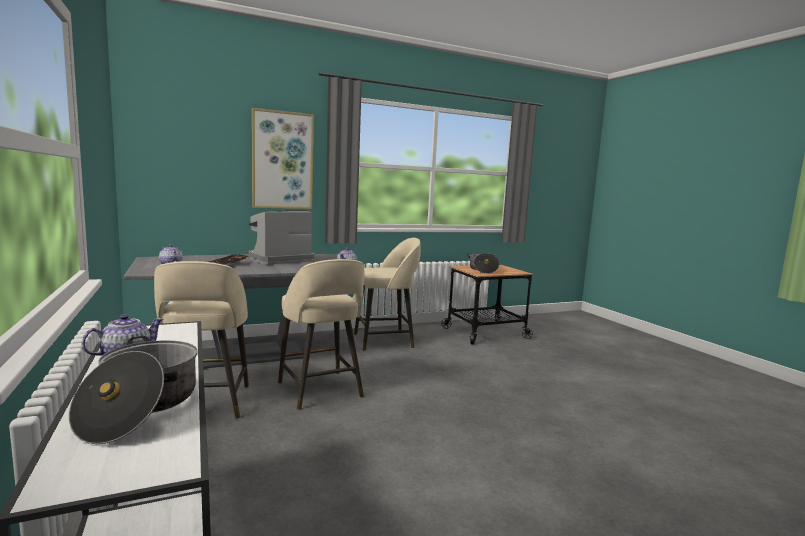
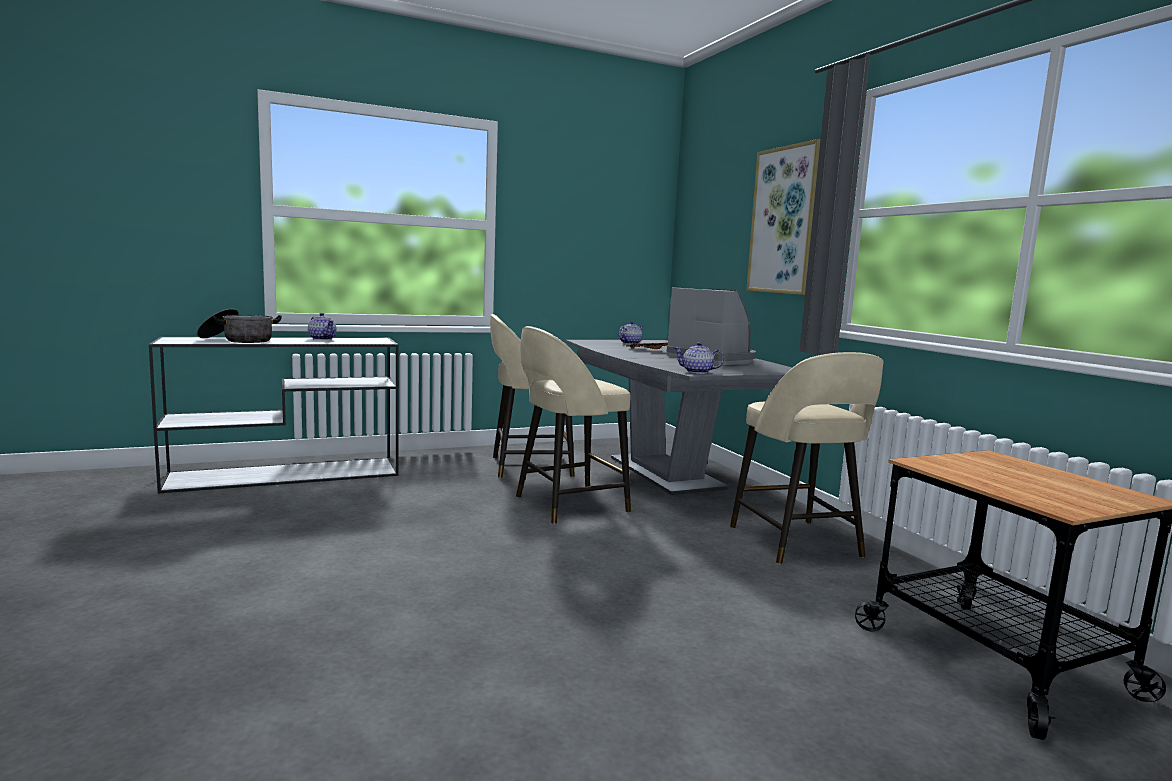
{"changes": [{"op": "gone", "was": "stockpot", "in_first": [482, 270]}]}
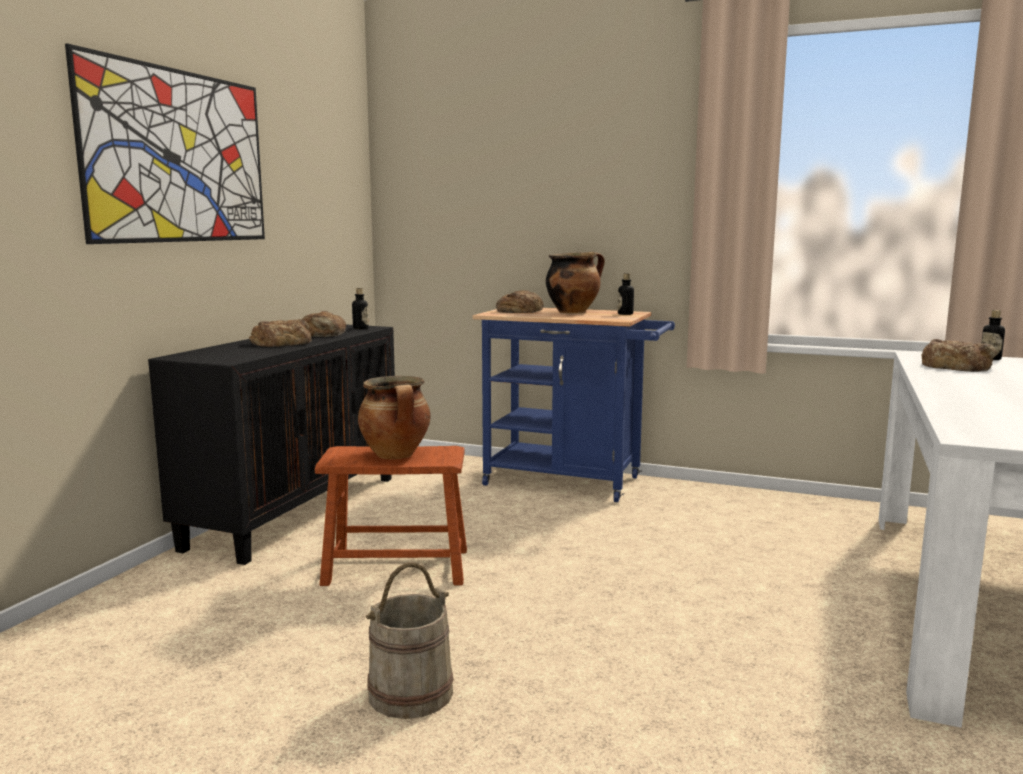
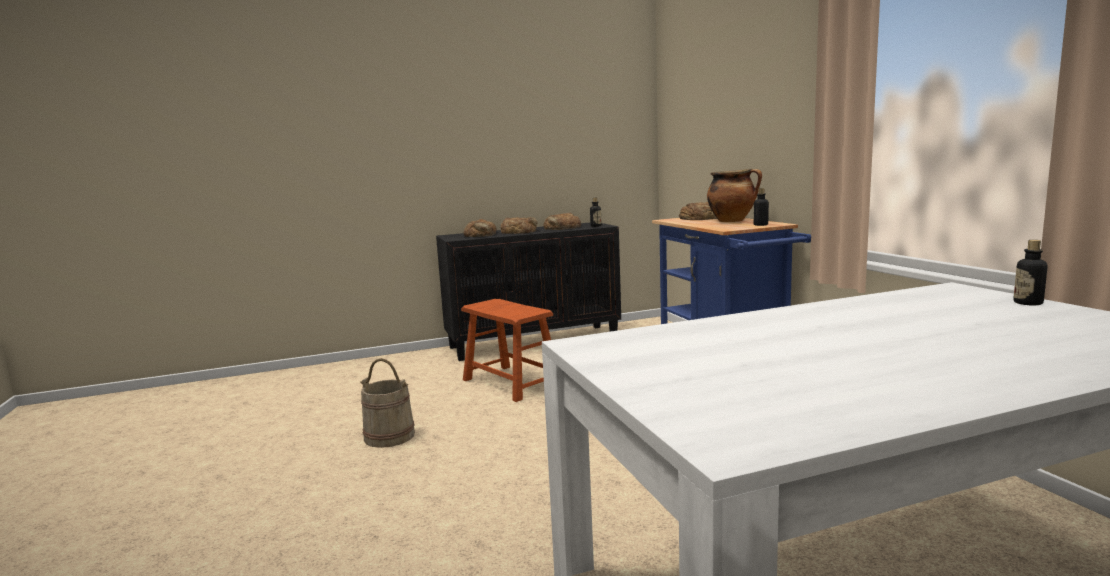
{"changes": [{"op": "gone", "was": "picture", "in_first": [179, 156]}, {"op": "shifted", "was": "bakery bread", "in_first": [956, 366], "in_second": [481, 234]}, {"op": "gone", "was": "stockpot", "in_first": [396, 455]}]}
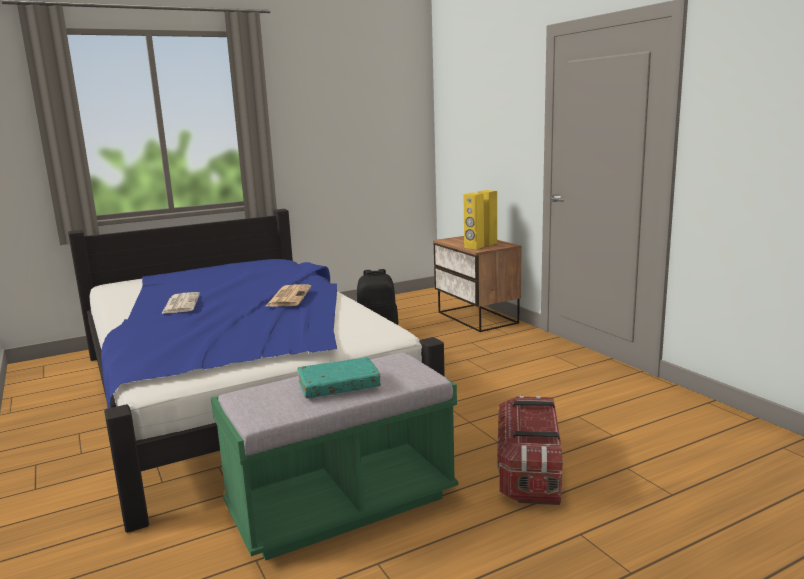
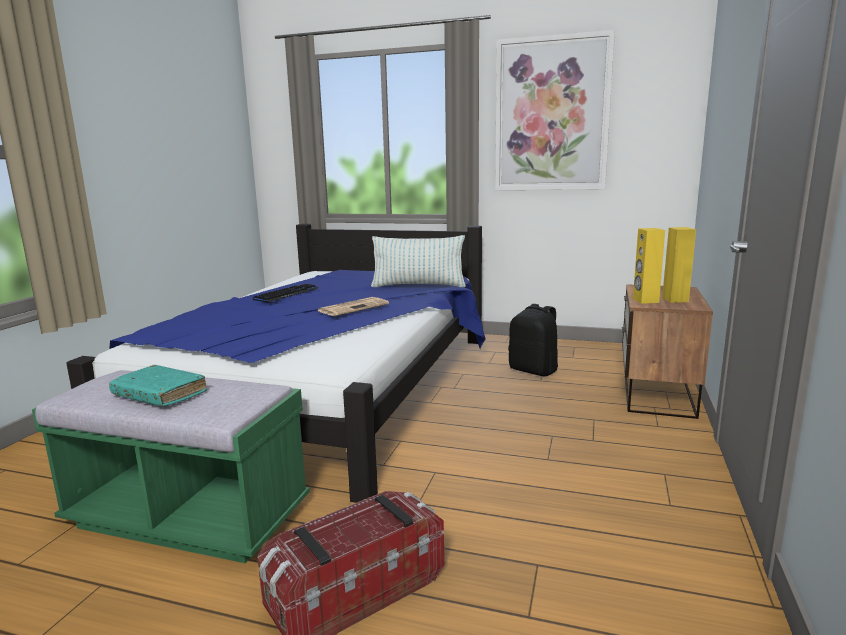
{"changes": [{"op": "swapped", "was": "newspaper", "now": "keyboard", "in_first": [181, 304], "in_second": [287, 294]}, {"op": "new", "now": "picture", "in_second": [551, 115]}, {"op": "new", "now": "cushion", "in_second": [418, 286]}]}
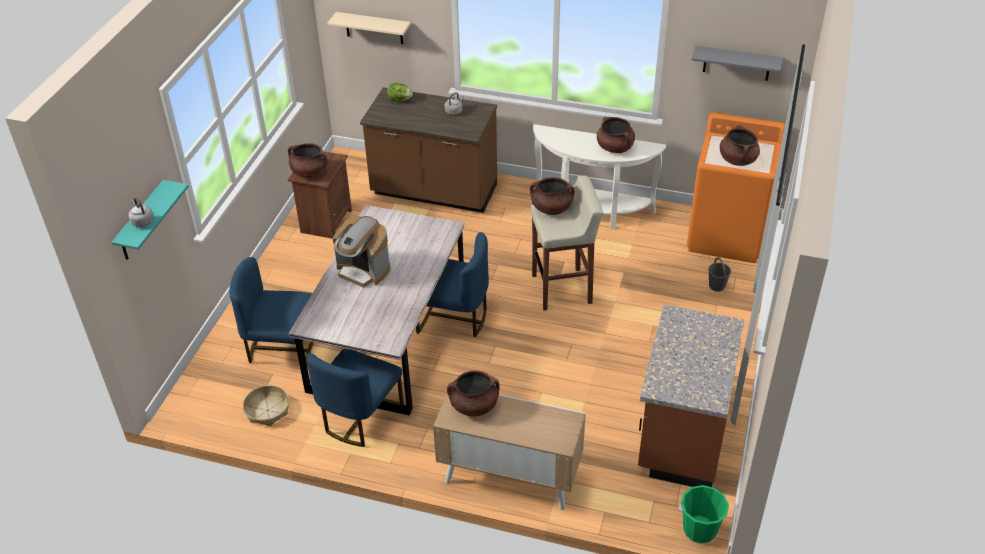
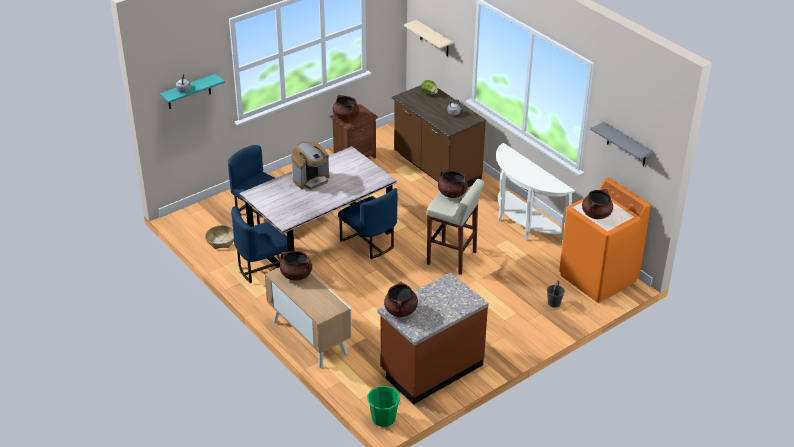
{"changes": [{"op": "shifted", "was": "stockpot/brownish", "in_first": [615, 147], "in_second": [401, 311]}, {"op": "rotated", "was": "coffee maker", "in_first": [363, 271], "in_second": [311, 180], "clockwise": -105}]}
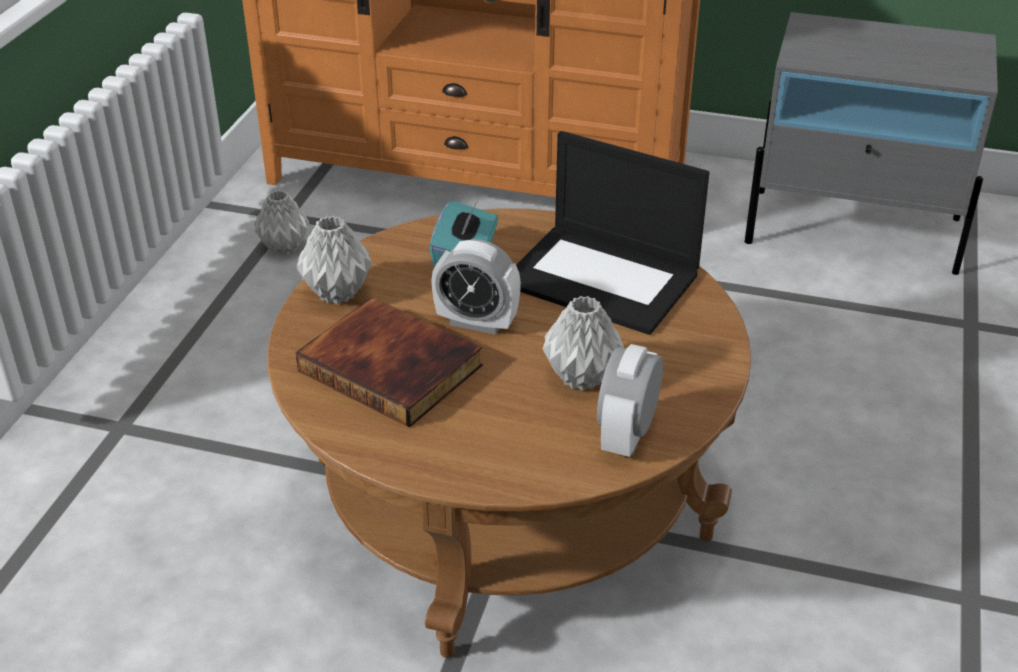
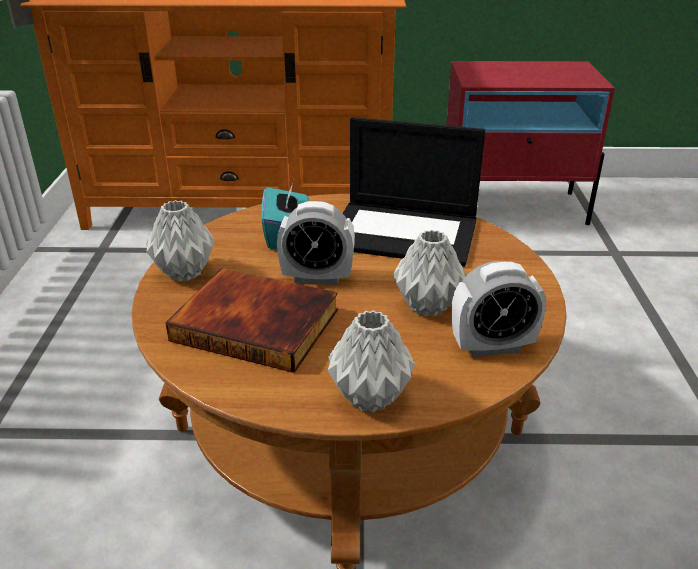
{"changes": [{"op": "repainted", "was": "nightstand/gray", "now": "nightstand/red-coloured", "in_first": [854, 231], "in_second": [511, 208]}, {"op": "shifted", "was": "decorative vase/gray", "in_first": [283, 247], "in_second": [368, 397]}, {"op": "rotated", "was": "bedside clock", "in_first": [627, 436], "in_second": [492, 347], "clockwise": -105}]}
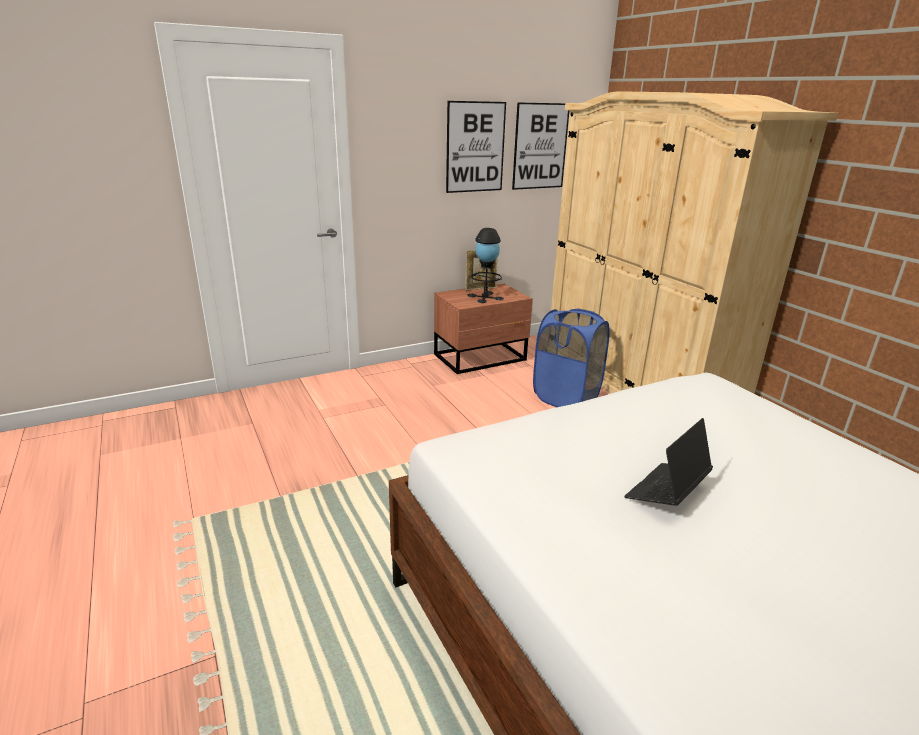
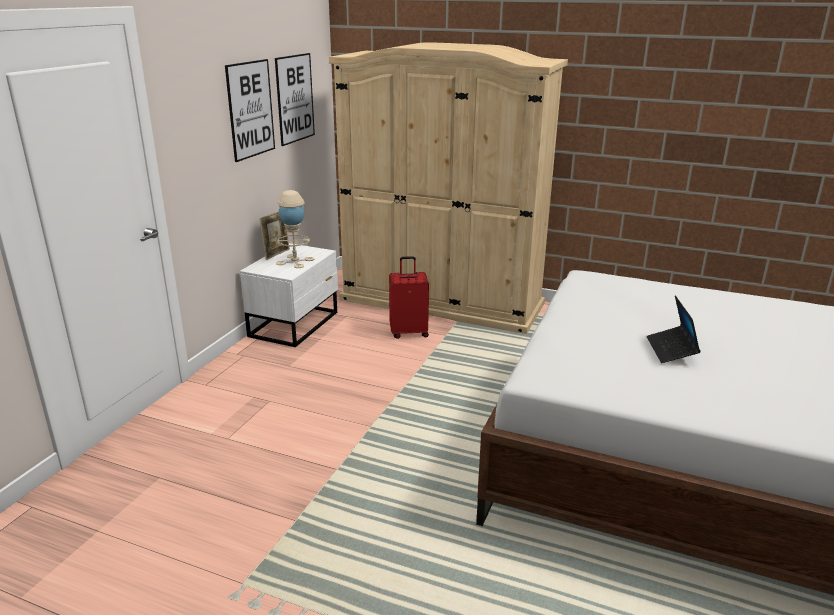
{"changes": [{"op": "repainted", "was": "tabletop lamp/blackish", "now": "tabletop lamp/beige", "in_first": [485, 297], "in_second": [295, 261]}, {"op": "repainted", "was": "nightstand/brownish", "now": "nightstand/white", "in_first": [482, 358], "in_second": [296, 324]}, {"op": "swapped", "was": "washing basket/bluish", "now": "suitcase/red-coloured", "in_first": [566, 397], "in_second": [409, 332]}]}
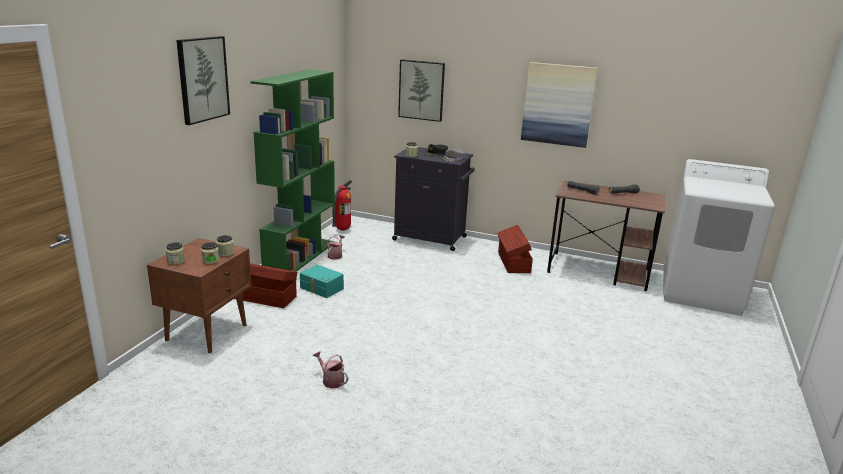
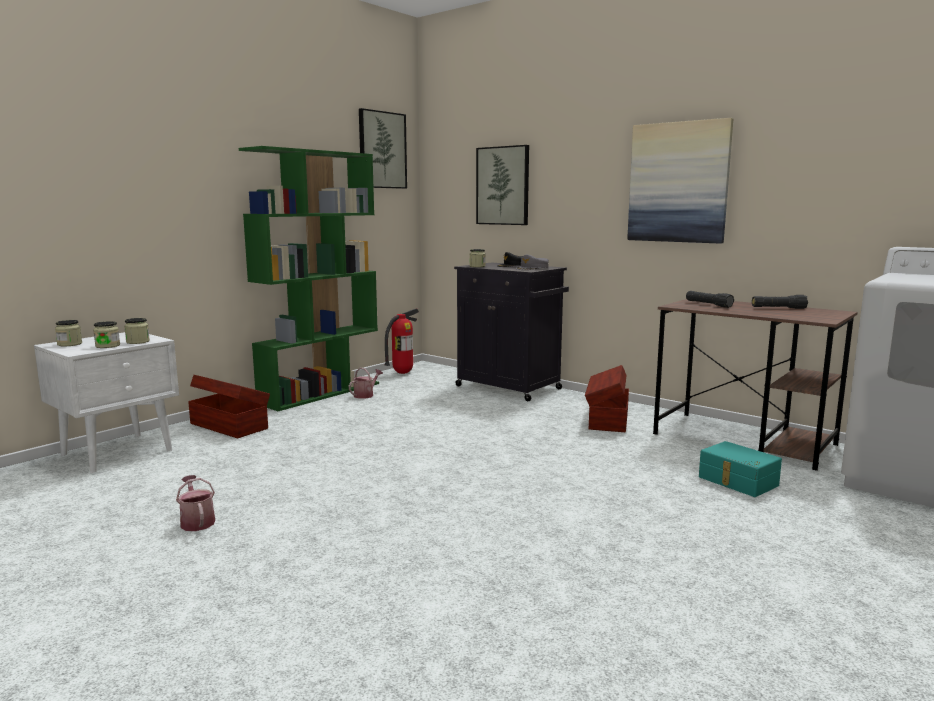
{"changes": [{"op": "shifted", "was": "picture", "in_first": [202, 79], "in_second": [382, 150]}, {"op": "repainted", "was": "nightstand/brownish", "now": "nightstand/white", "in_first": [208, 332], "in_second": [119, 452]}, {"op": "shifted", "was": "storage box/turquoise", "in_first": [321, 288], "in_second": [737, 481]}]}
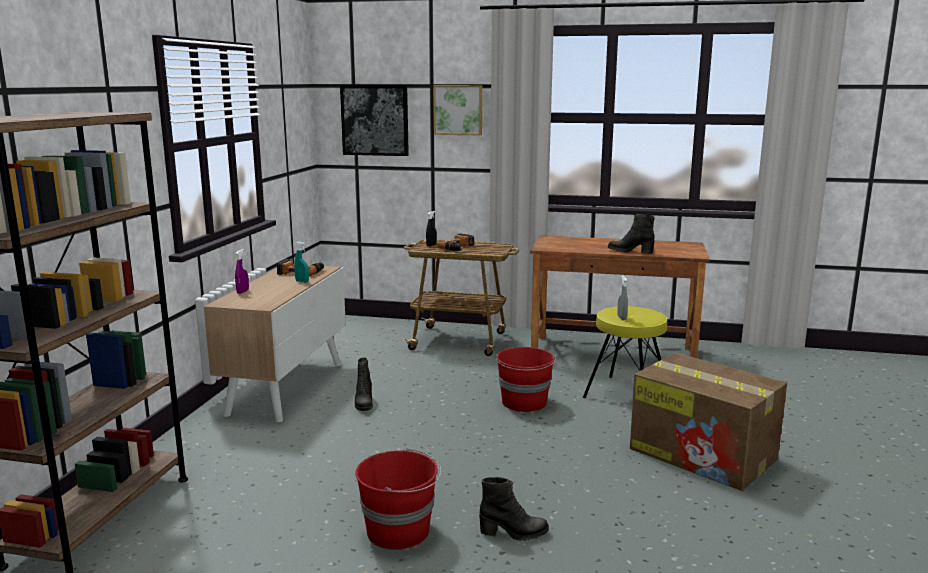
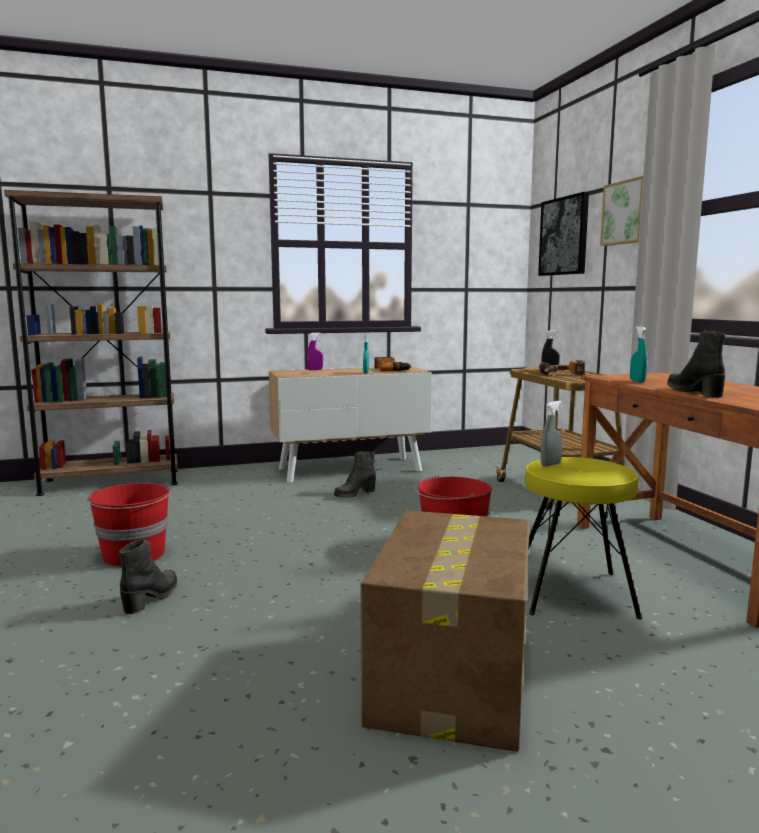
{"changes": [{"op": "rotated", "was": "high-top boot/blackish", "in_first": [513, 533], "in_second": [152, 598], "clockwise": -135}, {"op": "new", "now": "sprayer/turquoise", "in_second": [637, 381]}]}
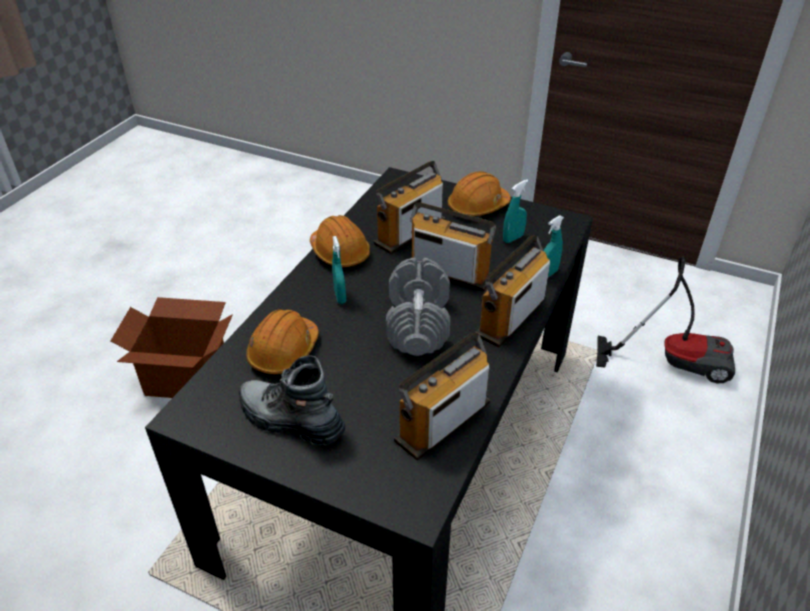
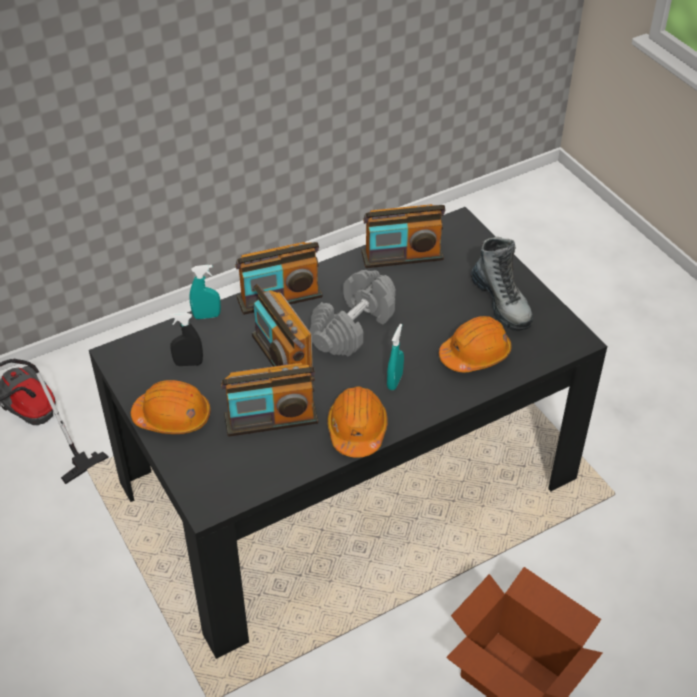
{"changes": [{"op": "repainted", "was": "sprayer/turquoise", "now": "sprayer/blackish", "in_first": [513, 238], "in_second": [188, 363]}]}
